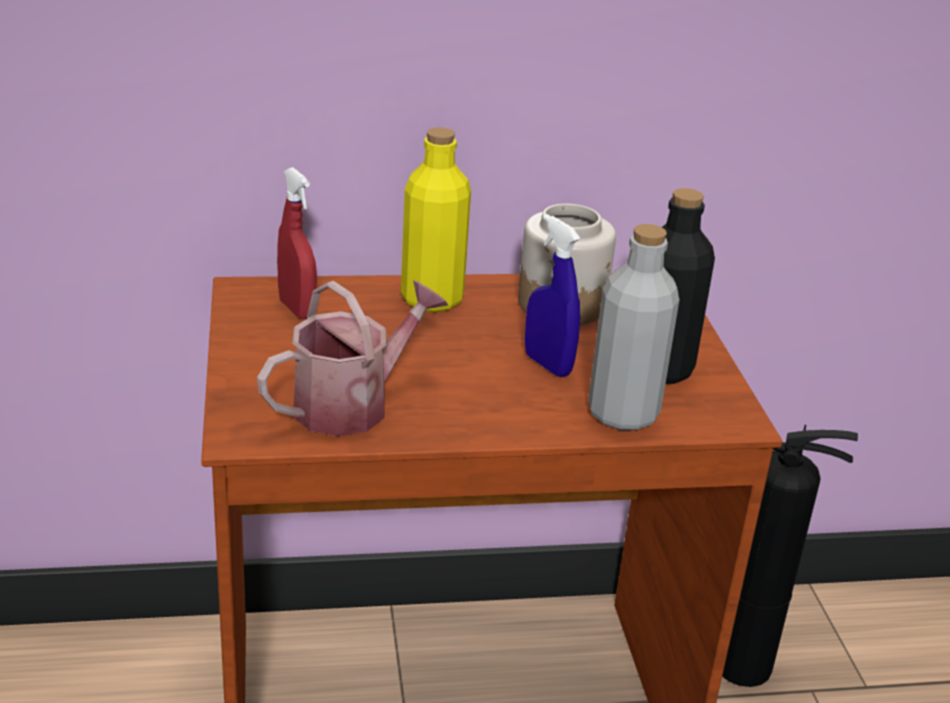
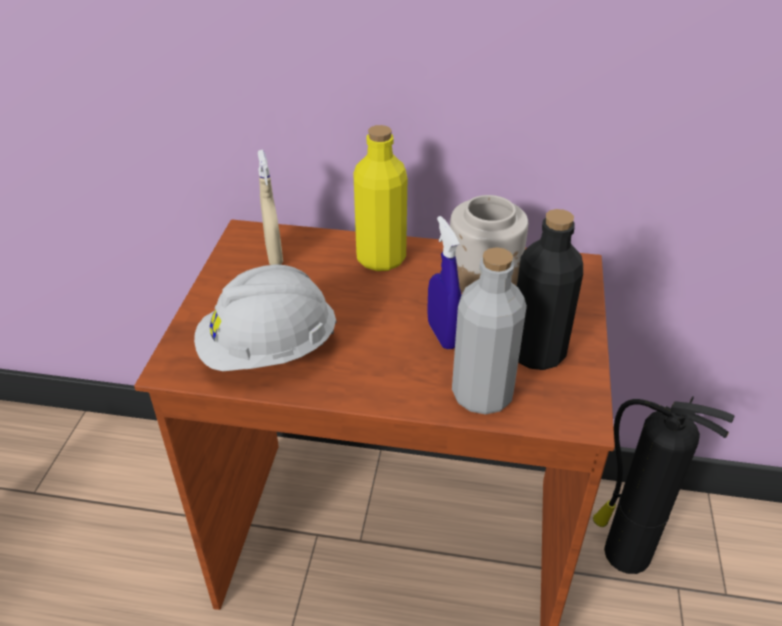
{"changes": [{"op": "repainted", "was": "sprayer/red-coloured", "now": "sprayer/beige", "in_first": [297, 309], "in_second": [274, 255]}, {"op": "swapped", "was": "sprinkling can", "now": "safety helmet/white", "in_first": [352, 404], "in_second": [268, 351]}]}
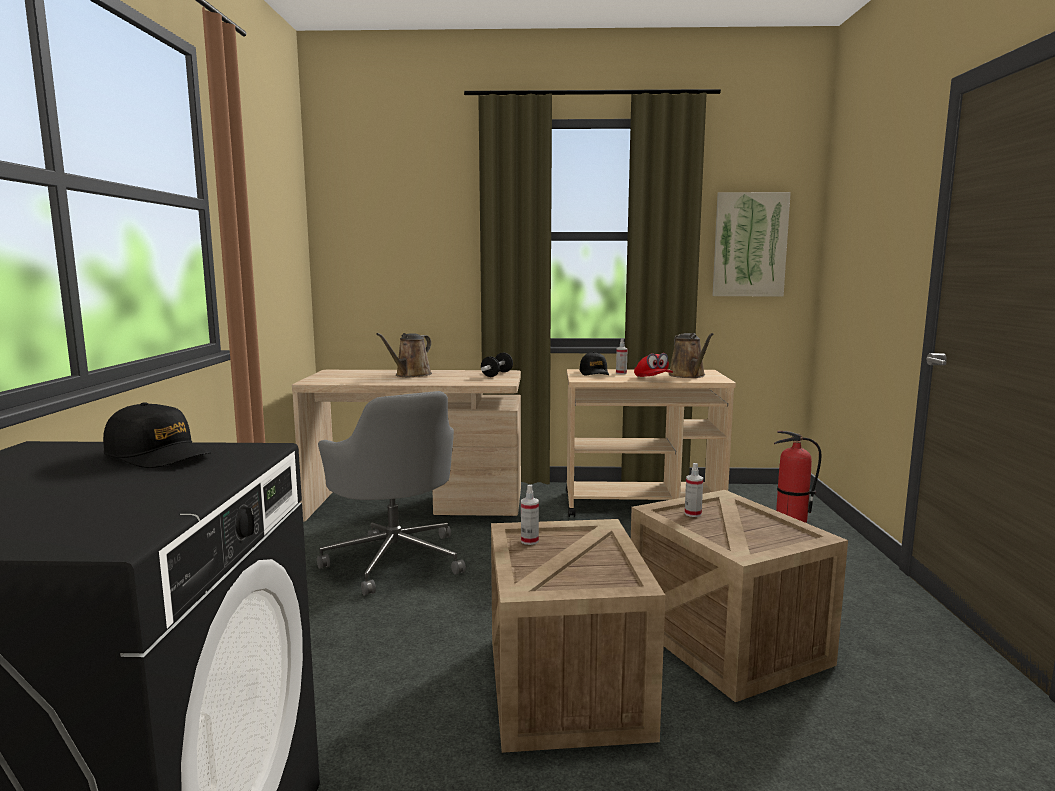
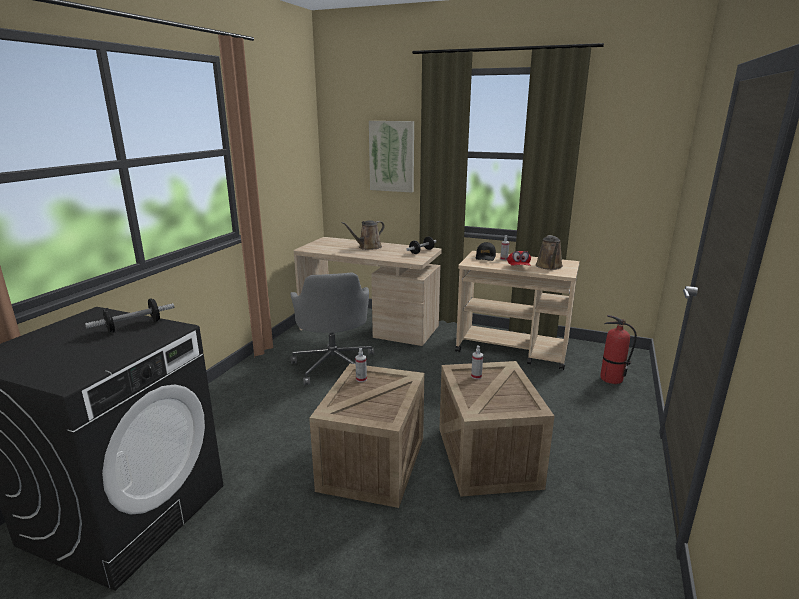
{"changes": [{"op": "shifted", "was": "picture", "in_first": [749, 245], "in_second": [392, 156]}, {"op": "swapped", "was": "cap/blackish", "now": "free weight", "in_first": [158, 455], "in_second": [134, 326]}]}
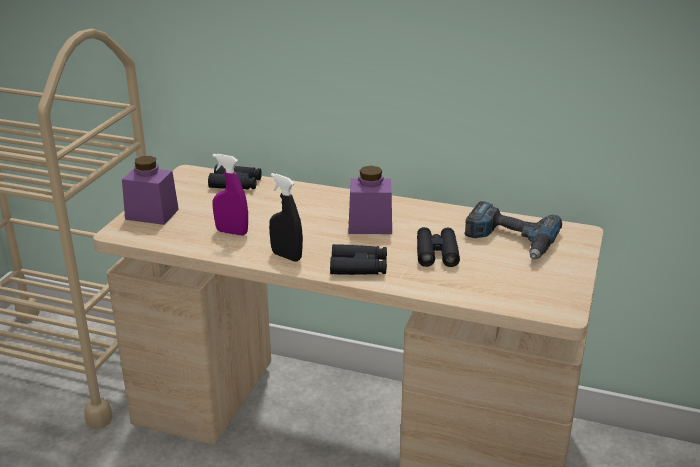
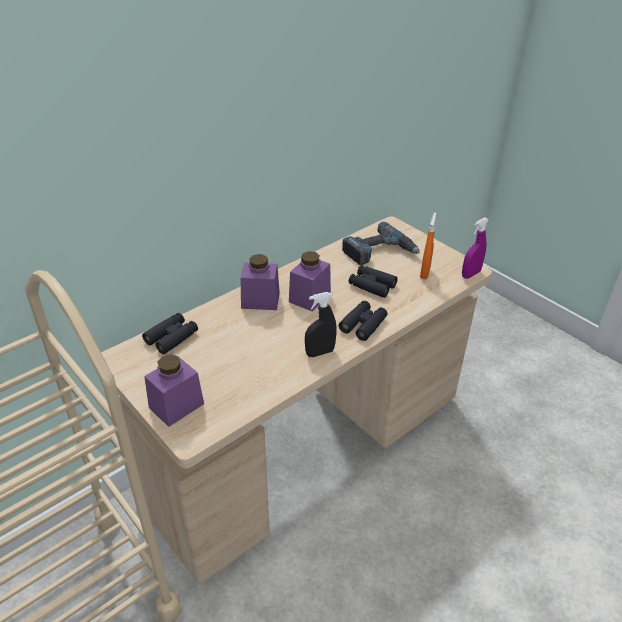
{"changes": [{"op": "shifted", "was": "sprayer/purple", "in_first": [232, 232], "in_second": [470, 274]}, {"op": "new", "now": "sprayer/orangey", "in_second": [425, 273]}, {"op": "new", "now": "storage jar/purple", "in_second": [260, 300]}]}
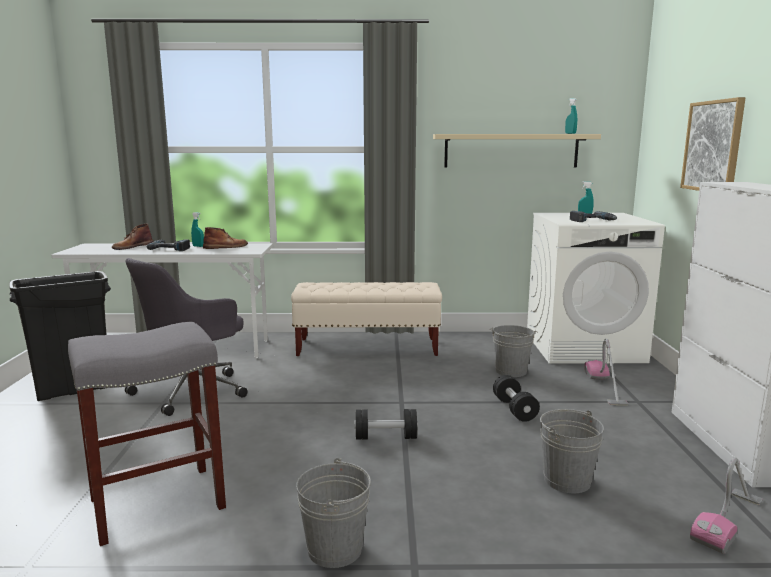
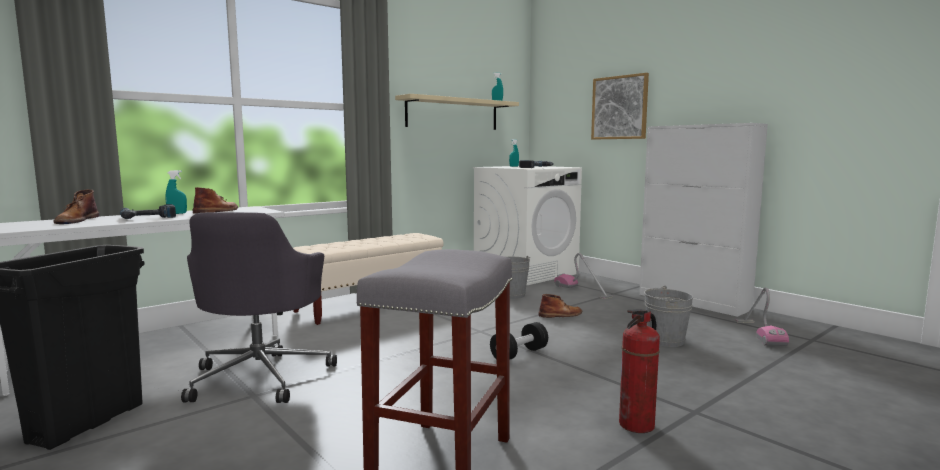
{"changes": [{"op": "swapped", "was": "free weight/blackish", "now": "high-top boot/brownish", "in_first": [514, 409], "in_second": [561, 315]}, {"op": "swapped", "was": "pail/gray", "now": "extinguisher", "in_first": [335, 549], "in_second": [637, 425]}]}
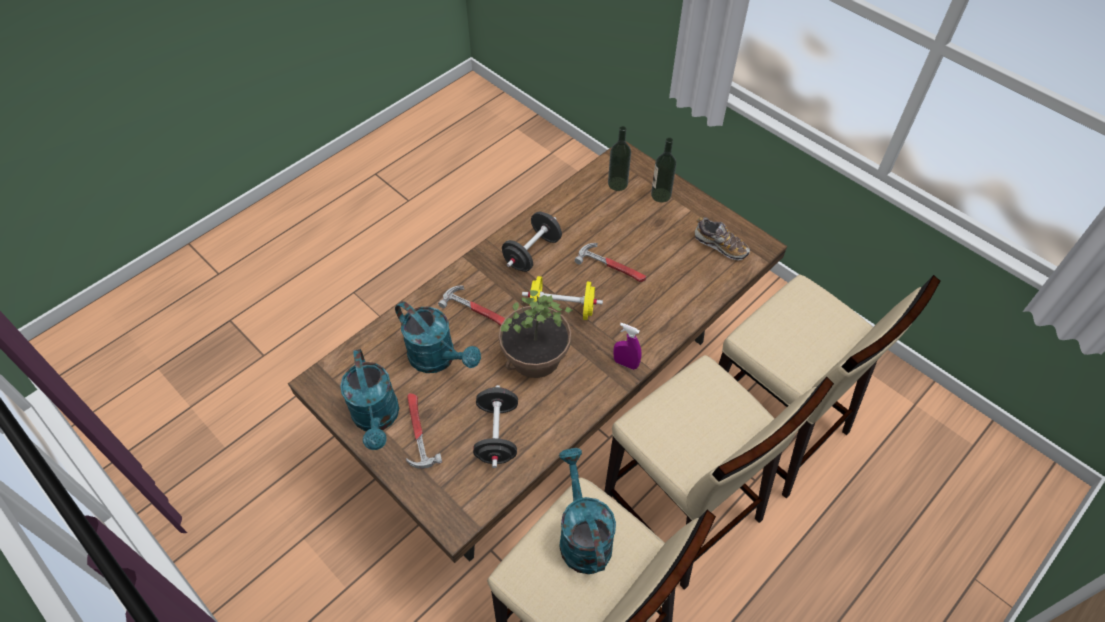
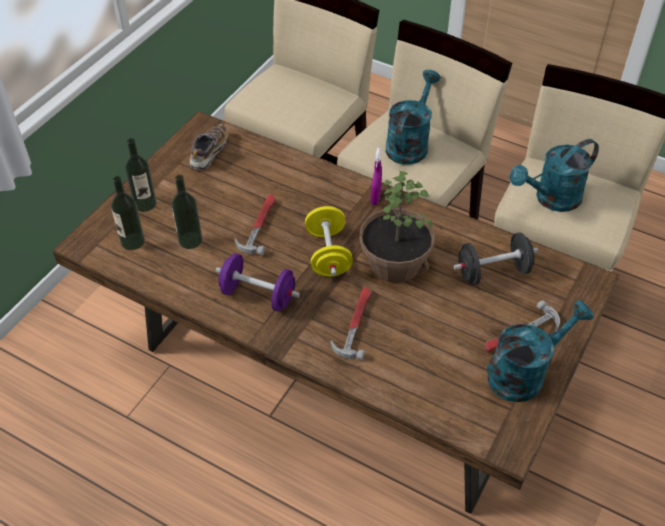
{"changes": [{"op": "repainted", "was": "free weight/blackish", "now": "free weight/purple", "in_first": [532, 253], "in_second": [258, 295]}, {"op": "shifted", "was": "sprinkling can/turquoise", "in_first": [438, 358], "in_second": [409, 143]}, {"op": "new", "now": "bottle", "in_second": [190, 240]}]}
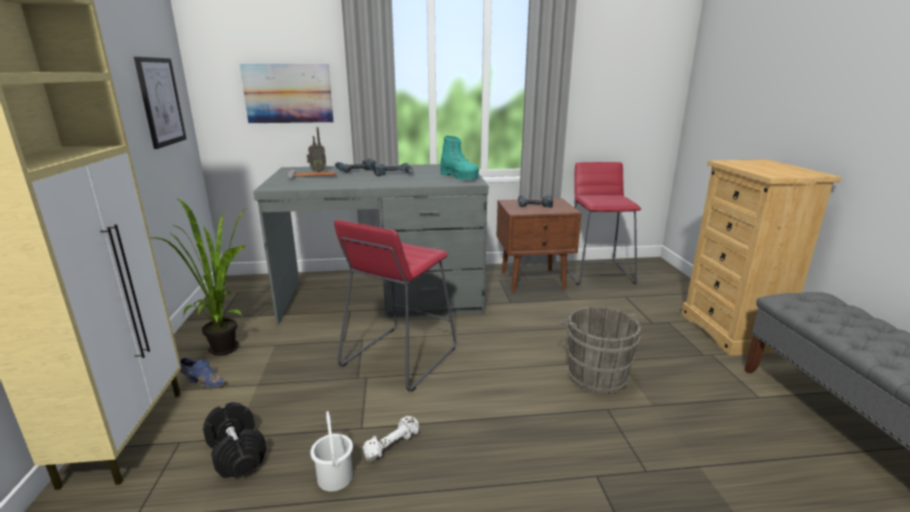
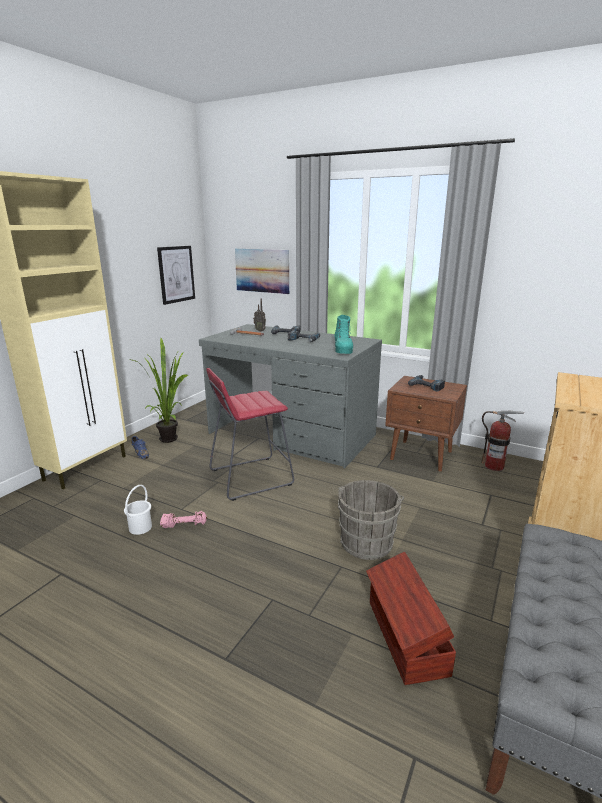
{"changes": [{"op": "swapped", "was": "stool seat/red-coloured", "now": "extinguisher", "in_first": [596, 272], "in_second": [494, 466]}, {"op": "gone", "was": "free weight/blackish", "in_first": [237, 452]}, {"op": "repainted", "was": "free weight/white", "now": "free weight/pink-coloured", "in_first": [391, 445], "in_second": [184, 525]}, {"op": "new", "now": "storage box/brownish", "in_second": [405, 637]}]}
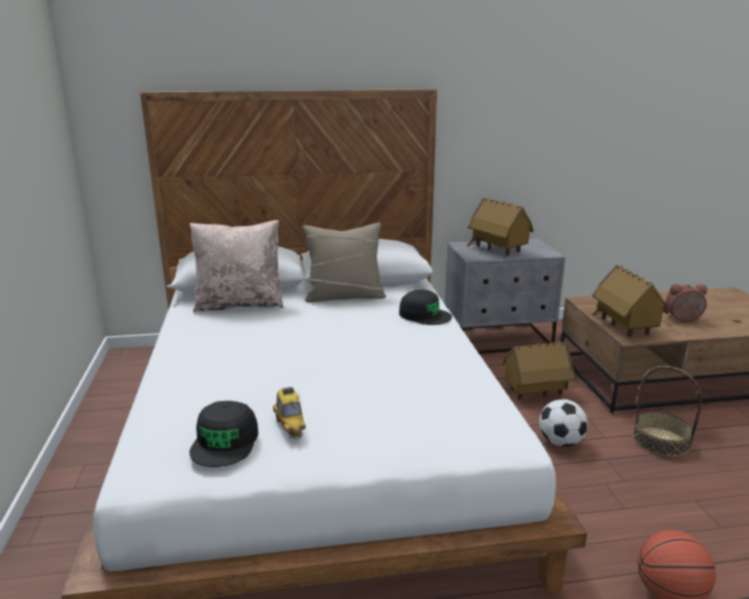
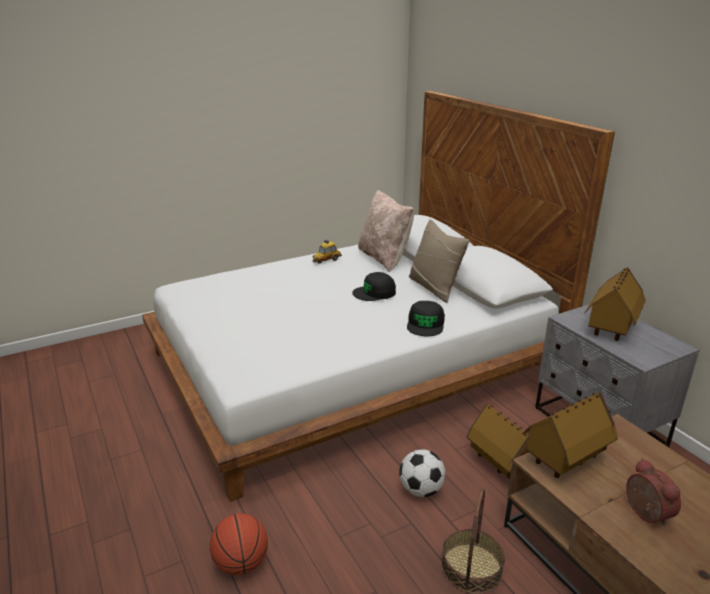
{"changes": [{"op": "shifted", "was": "model car", "in_first": [290, 426], "in_second": [326, 261]}, {"op": "shifted", "was": "cap/blackish", "in_first": [225, 442], "in_second": [374, 293]}]}
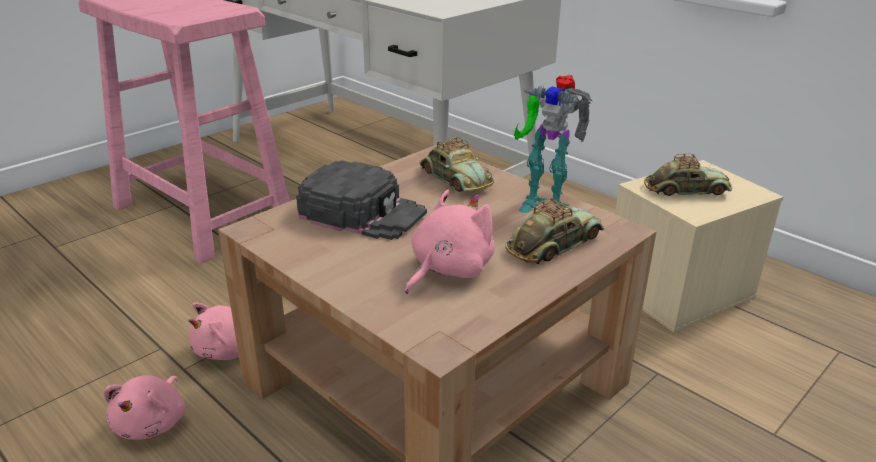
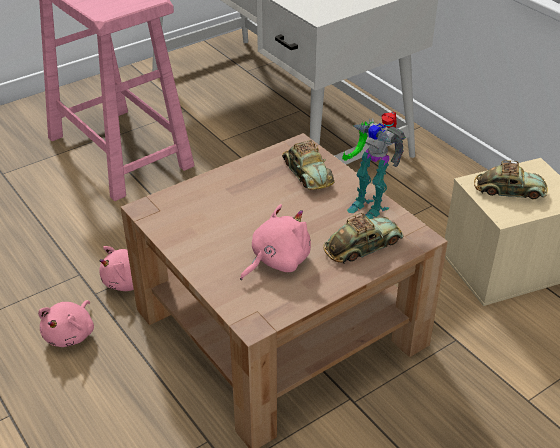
{"changes": [{"op": "gone", "was": "cap/blackish", "in_first": [363, 212]}]}
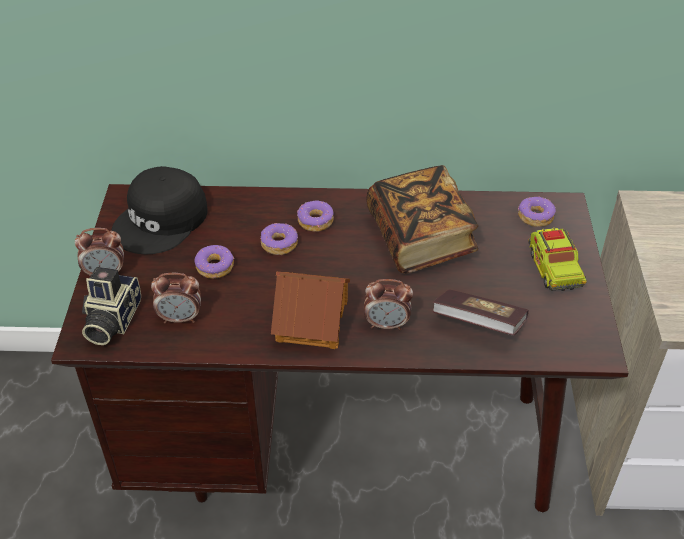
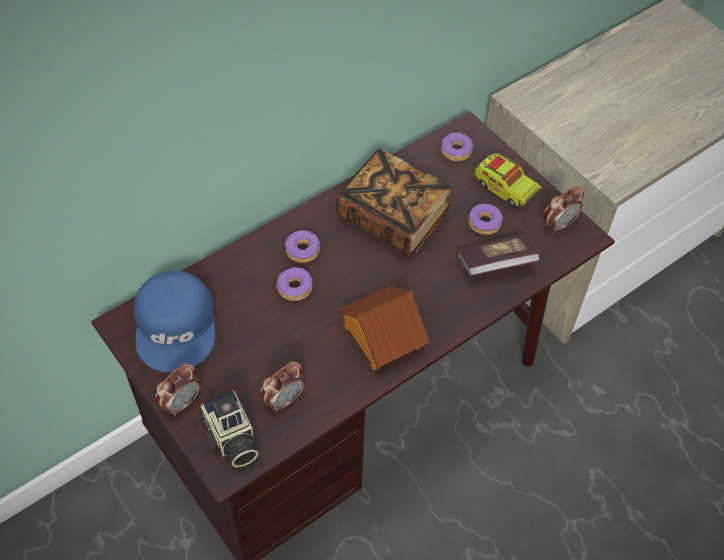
{"changes": [{"op": "repainted", "was": "cap/blackish", "now": "cap/bluish", "in_first": [162, 220], "in_second": [177, 326]}, {"op": "shifted", "was": "donut", "in_first": [215, 267], "in_second": [484, 223]}, {"op": "shifted", "was": "bedside clock", "in_first": [387, 324], "in_second": [558, 224]}]}
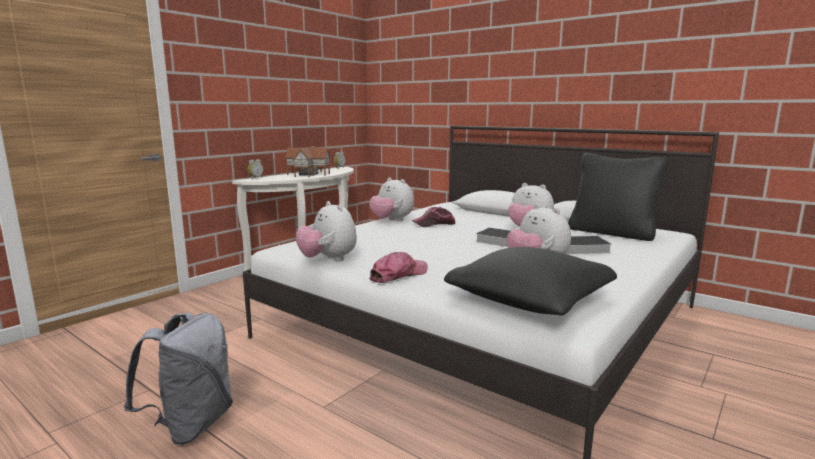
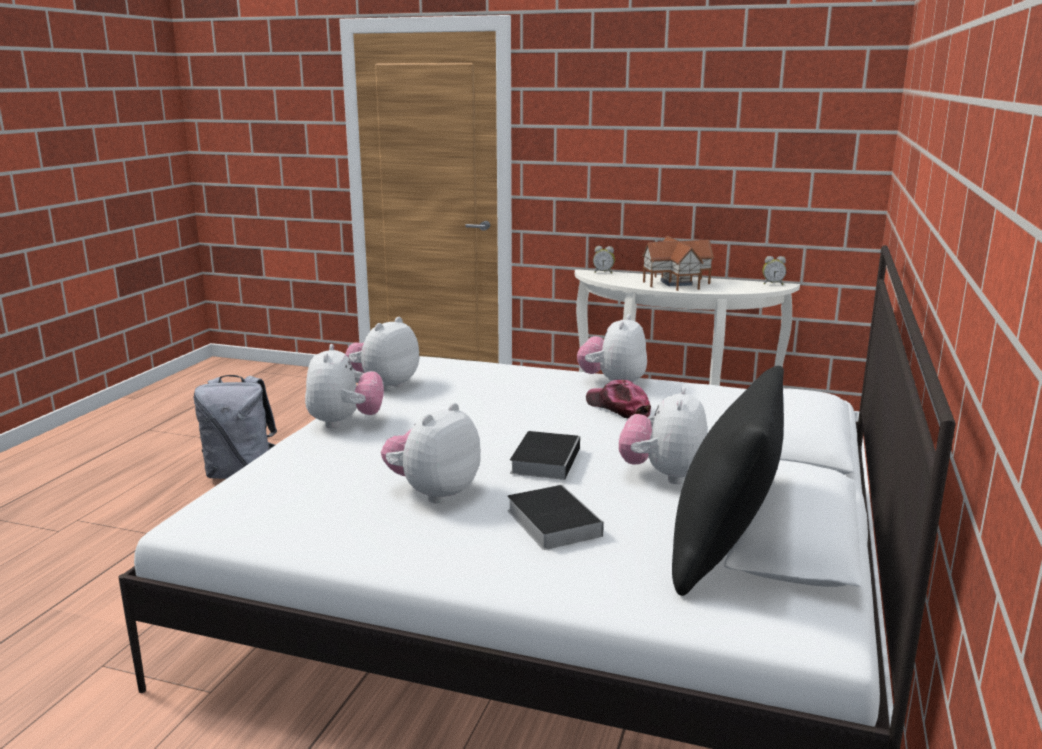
{"changes": [{"op": "gone", "was": "cushion/blackish", "in_first": [530, 300]}, {"op": "swapped", "was": "cap", "now": "cuddly toy", "in_first": [398, 275], "in_second": [345, 422]}]}
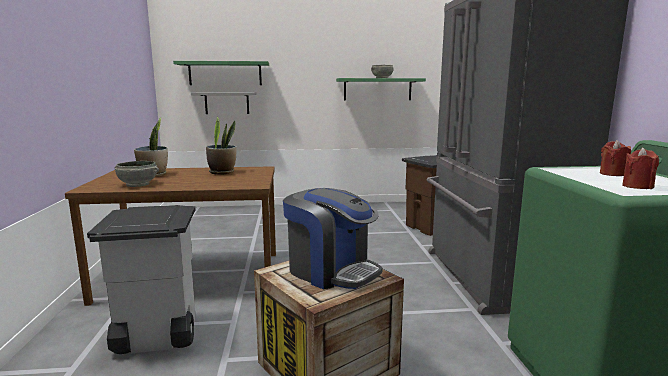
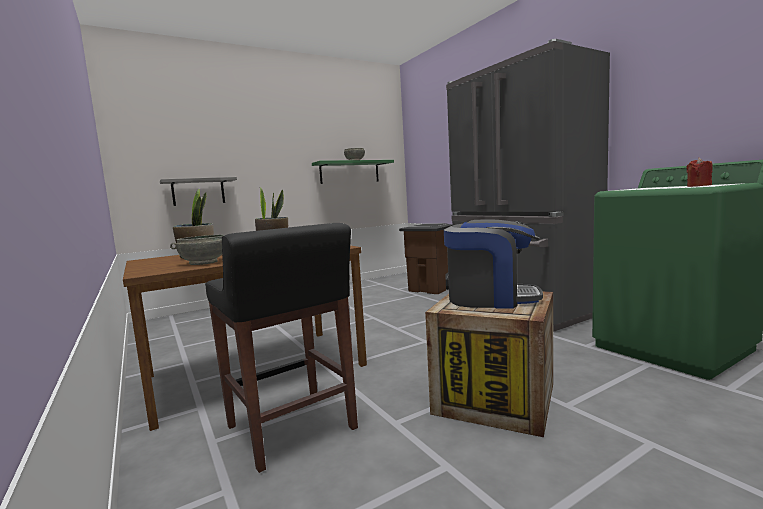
{"changes": [{"op": "gone", "was": "bracket shelf/green-coloured", "in_first": [225, 73]}, {"op": "gone", "was": "candle/red-coloured", "in_first": [612, 174]}, {"op": "swapped", "was": "rubbish bin/gray", "now": "stool seat/blackish", "in_first": [156, 337], "in_second": [292, 429]}]}
